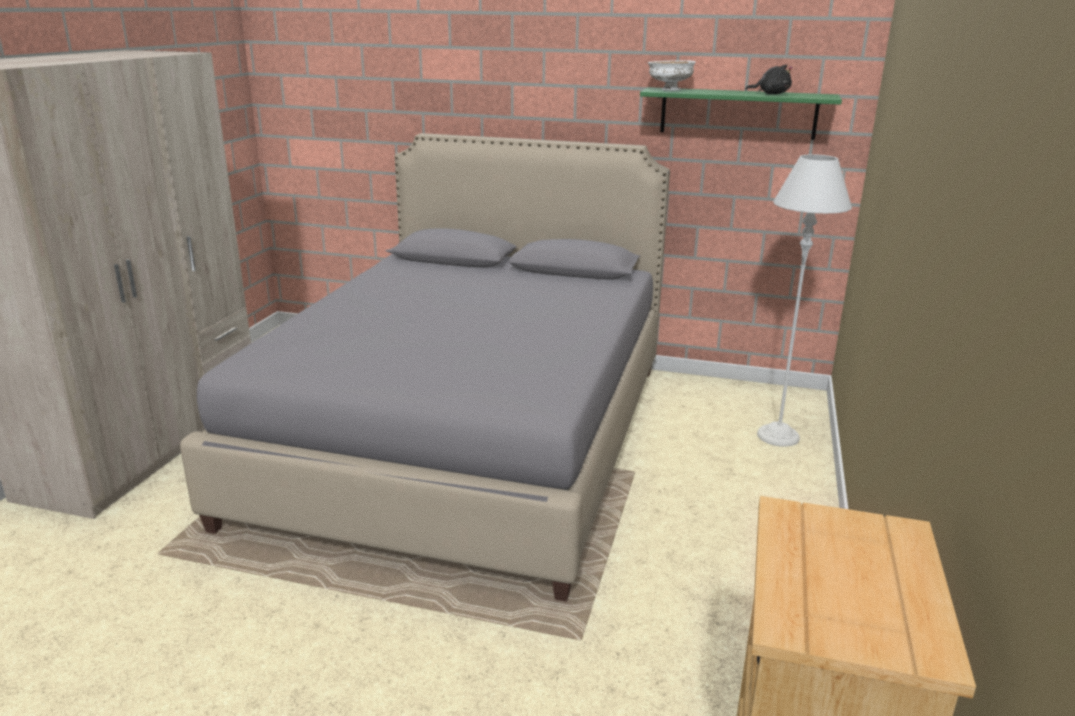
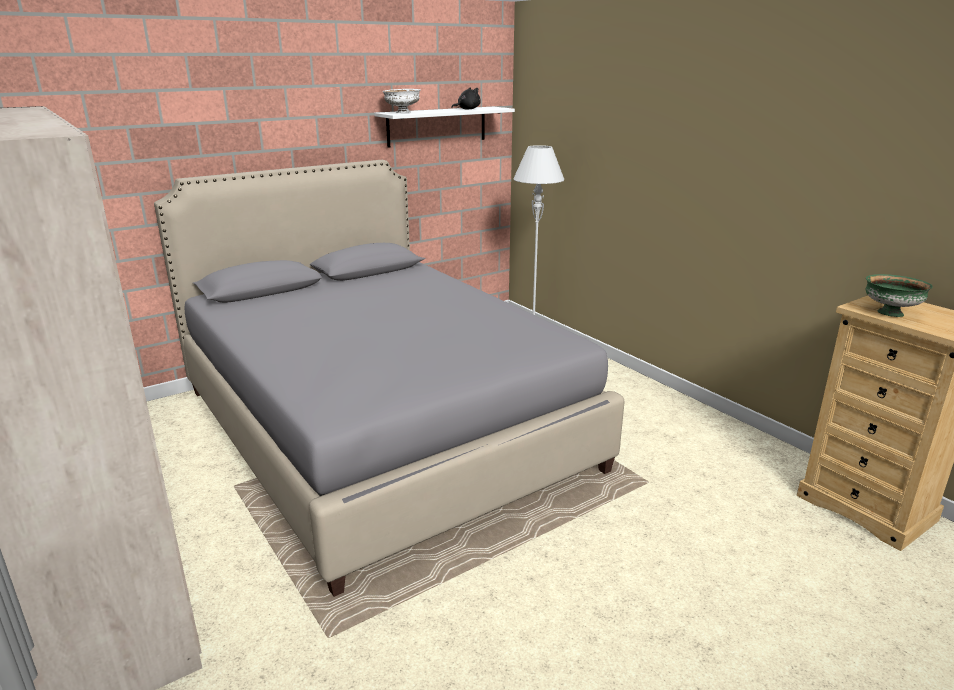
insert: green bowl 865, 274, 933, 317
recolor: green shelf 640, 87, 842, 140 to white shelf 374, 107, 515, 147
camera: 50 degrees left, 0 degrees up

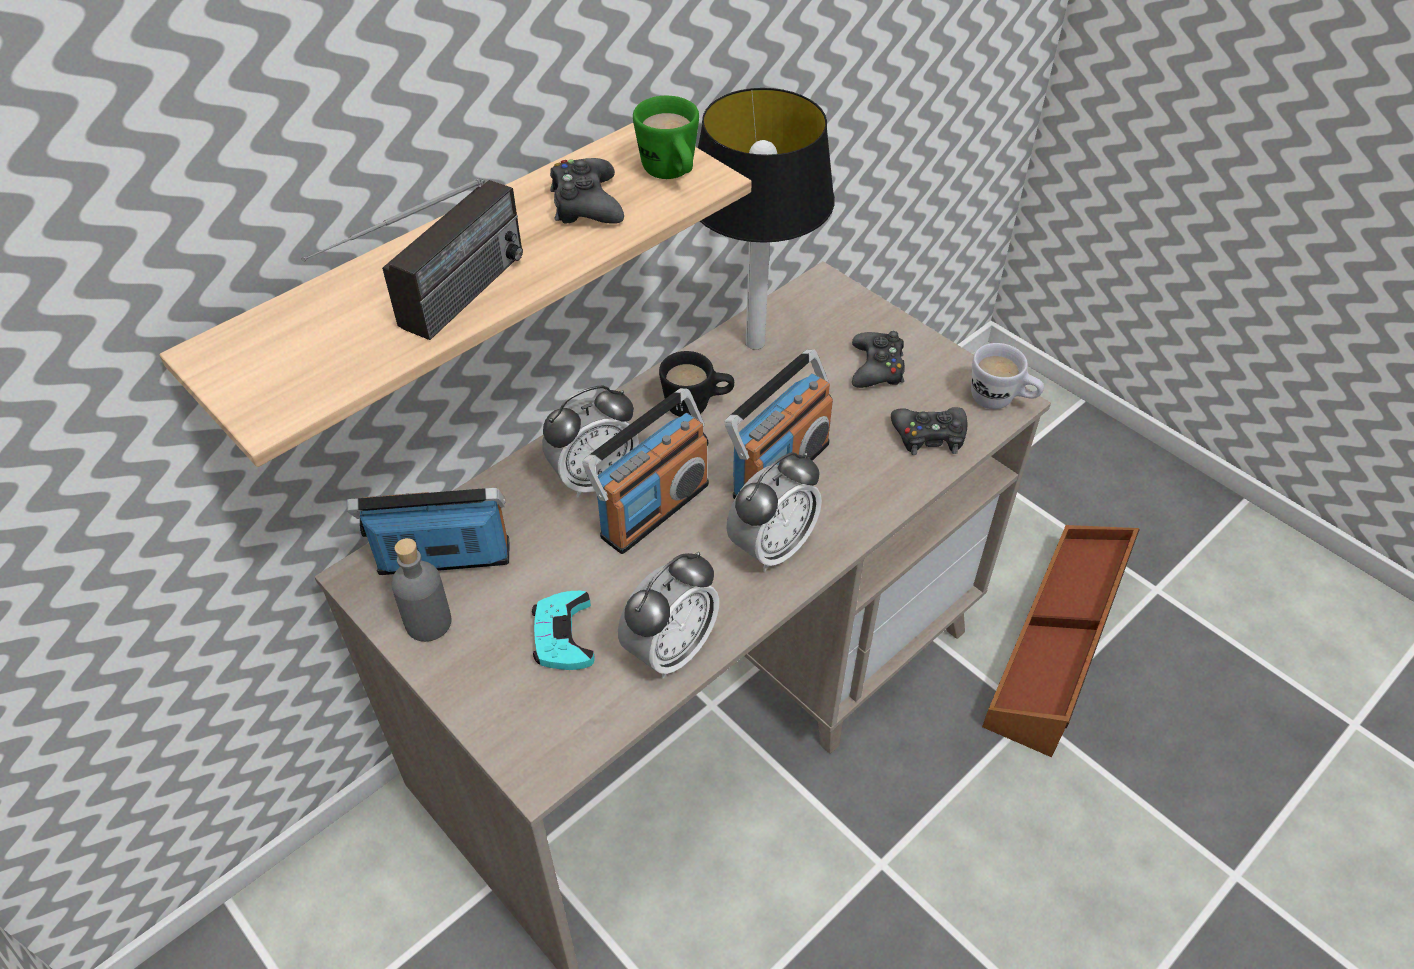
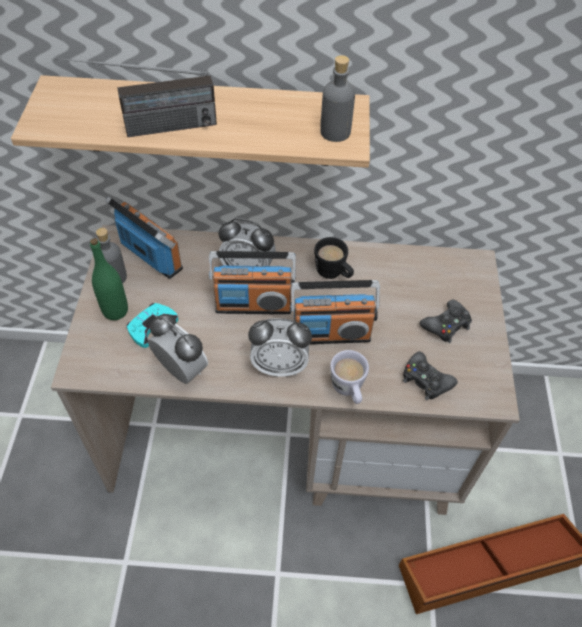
delete: table lamp 698, 88, 835, 350; black game controller 550, 158, 624, 224
insert: green bottle 90, 238, 128, 320
move: white mug 971, 343, 1044, 409 to 330, 350, 369, 404
replace: green mug 633, 96, 699, 179 to grey bottle 320, 55, 355, 142
rotate: alarm clock 618, 552, 719, 679 = 148, 314, 208, 384 135 degrees counterclockwise
camera: 45 degrees right, 5 degrees up

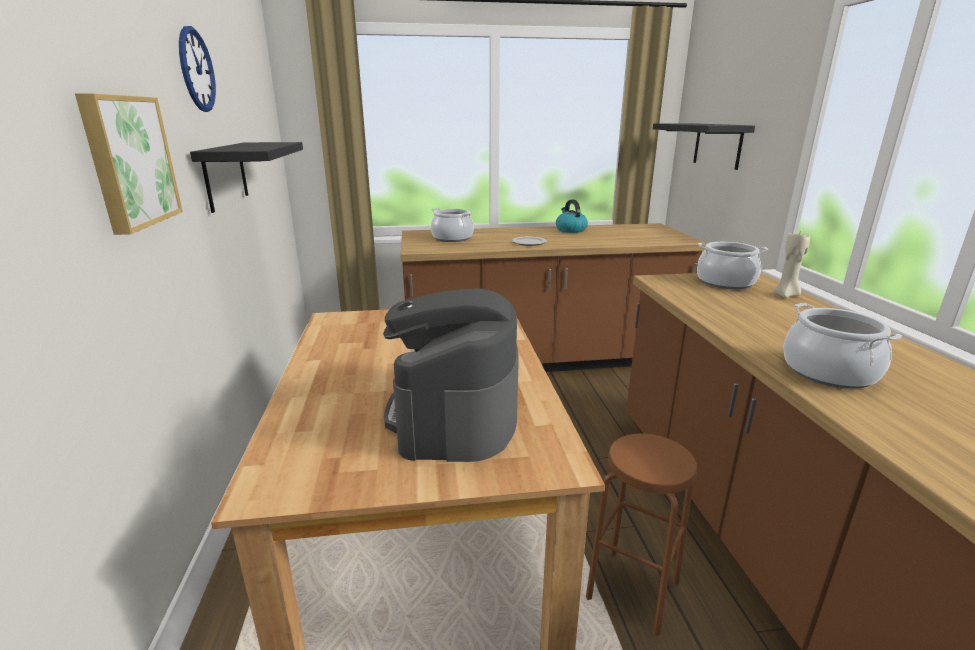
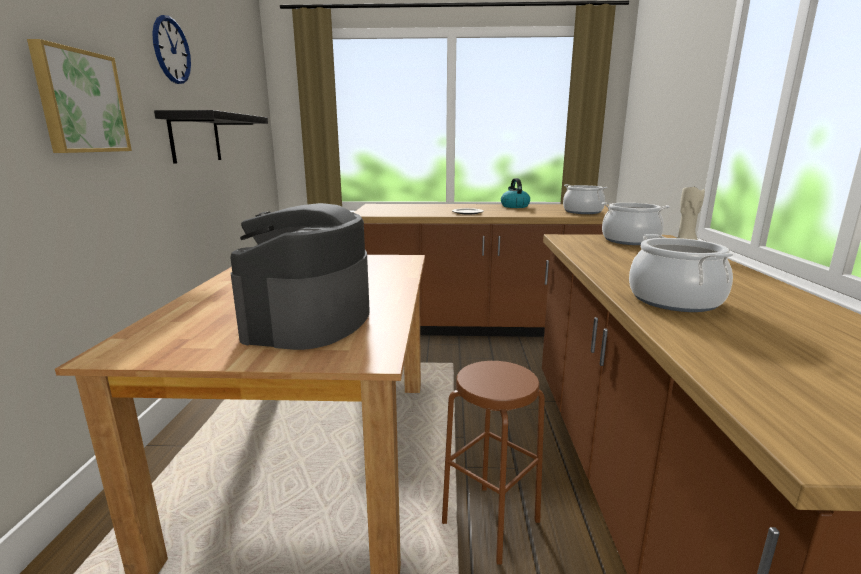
delete: black shelf 653, 123, 755, 170
move: cooking pot 431, 208, 474, 242 to 563, 184, 608, 214
camera: 10 degrees right, 5 degrees down

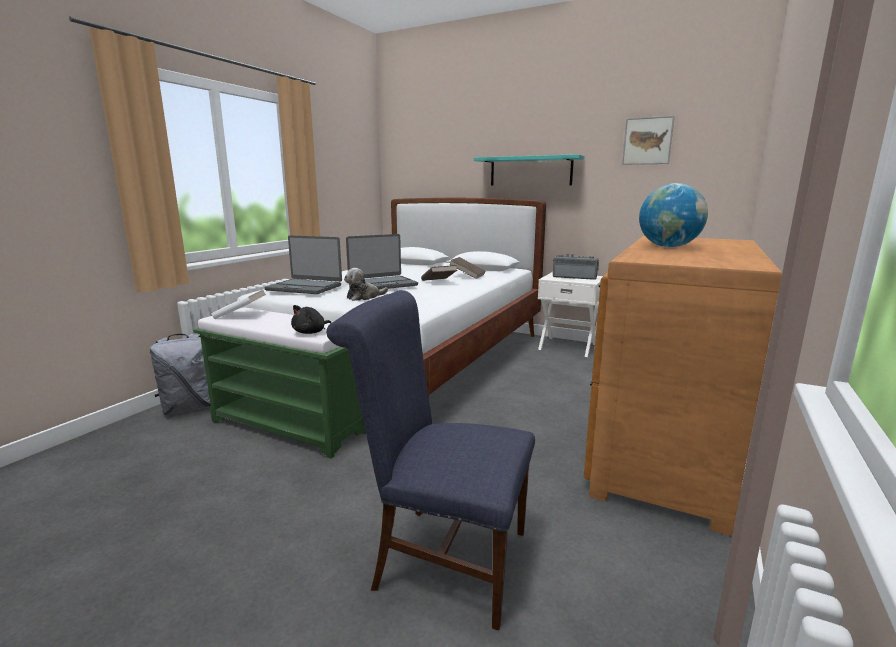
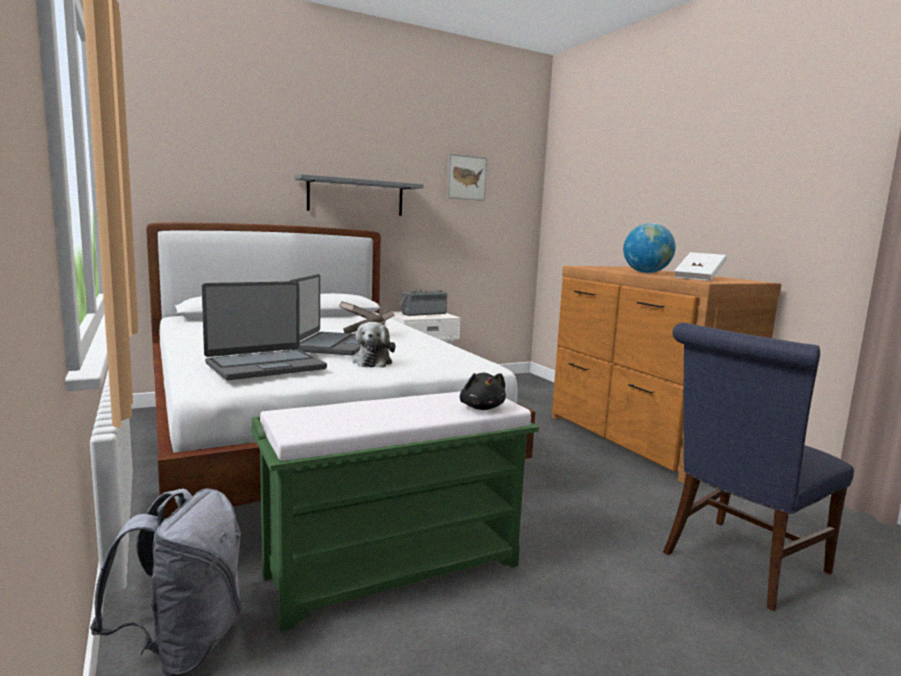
move: white book 211, 289, 266, 319 to 674, 252, 727, 281
recolor: turquoise shelf 474, 154, 585, 186 to grey shelf 294, 174, 424, 216
camera: 55 degrees left, 5 degrees down

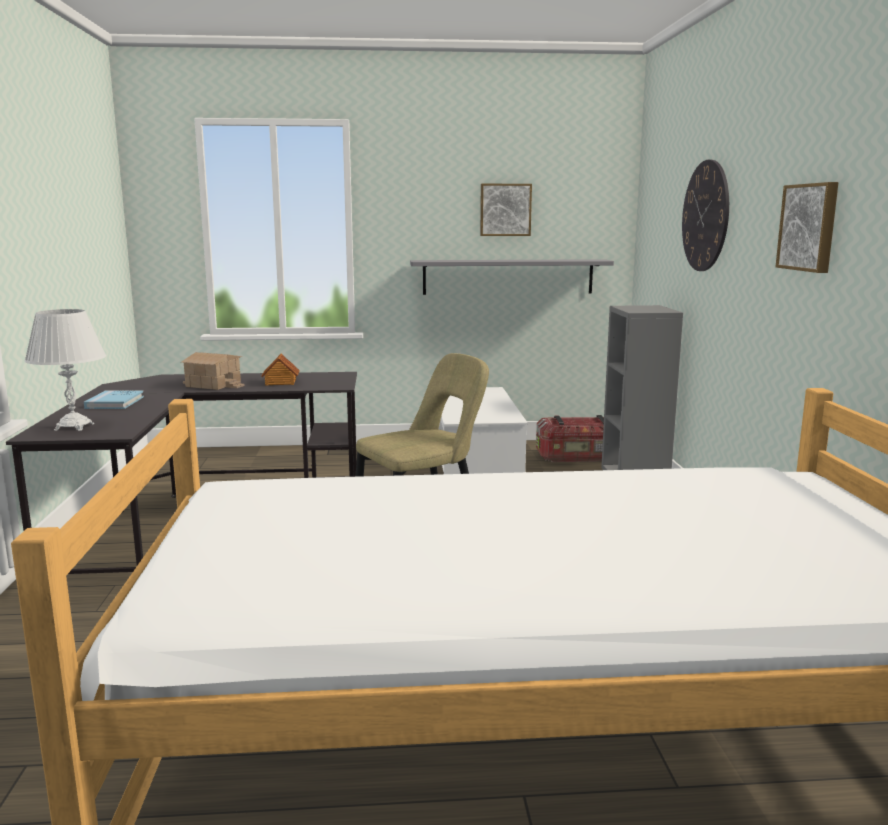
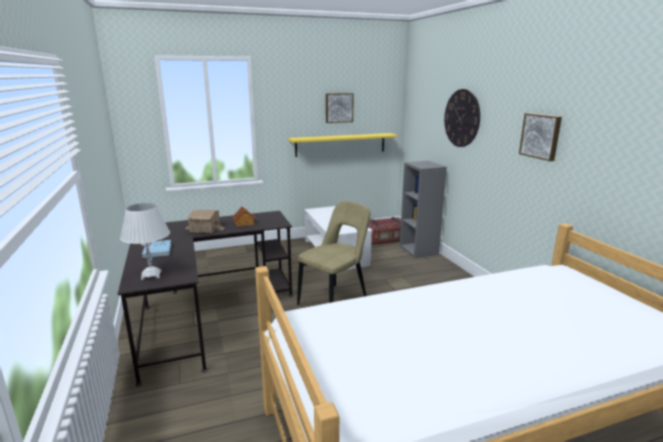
recolor: grey shelf 410, 259, 614, 295 to yellow shelf 288, 133, 398, 157
camera: 15 degrees left, 5 degrees up

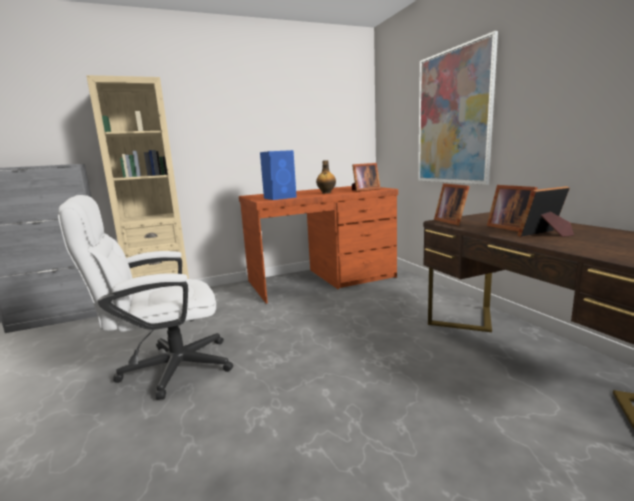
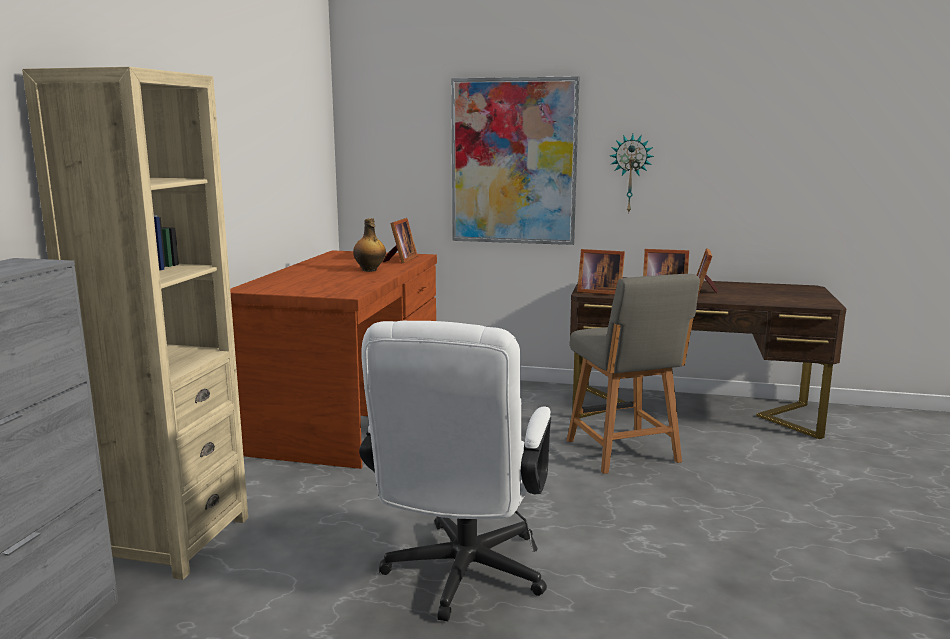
delete: blue speaker 260, 150, 297, 200
insert: wall clock 610, 134, 654, 214; grey chair 567, 274, 700, 474
camera: 55 degrees left, 0 degrees up

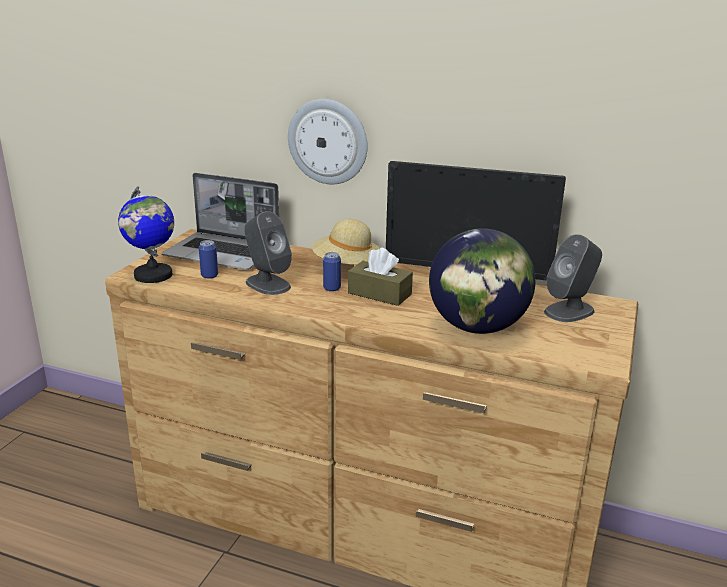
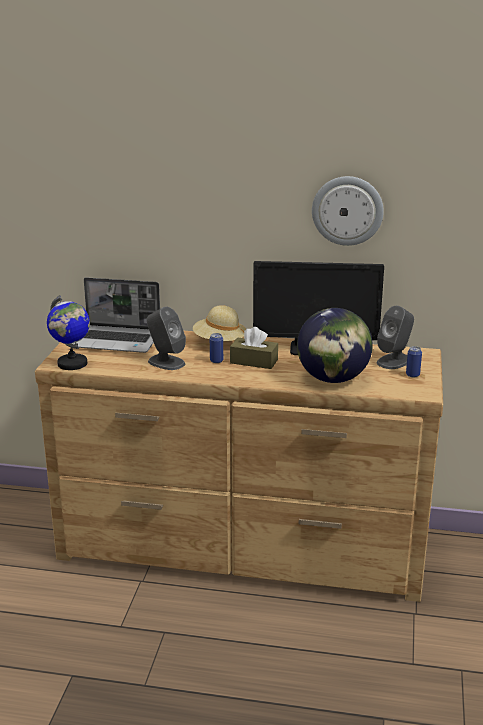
move: wall clock 288, 99, 368, 184 to 312, 176, 384, 246; can 199, 240, 218, 279 to 406, 346, 422, 378
camera: 10 degrees left, 0 degrees up

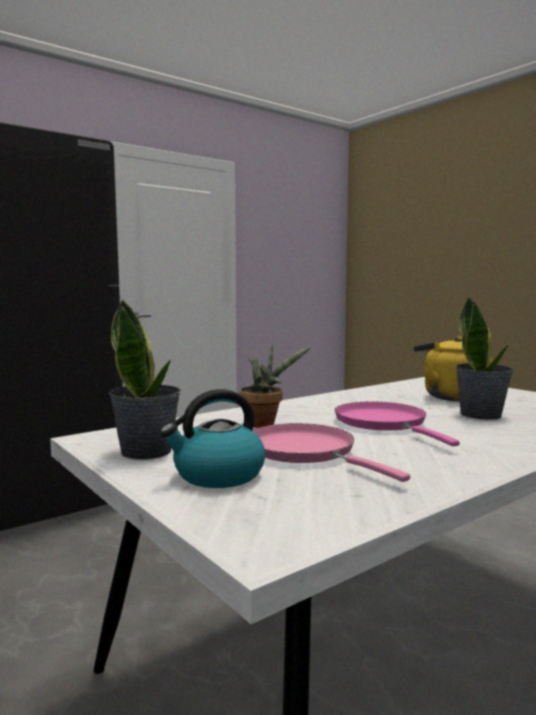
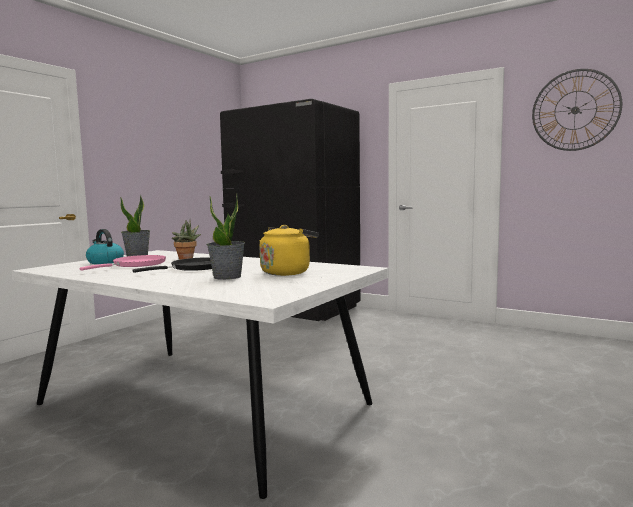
insert: wall clock 532, 69, 622, 151
recolor: pink frying pan 335, 401, 460, 446 to black frying pan 132, 257, 212, 273
camera: 70 degrees right, 0 degrees up

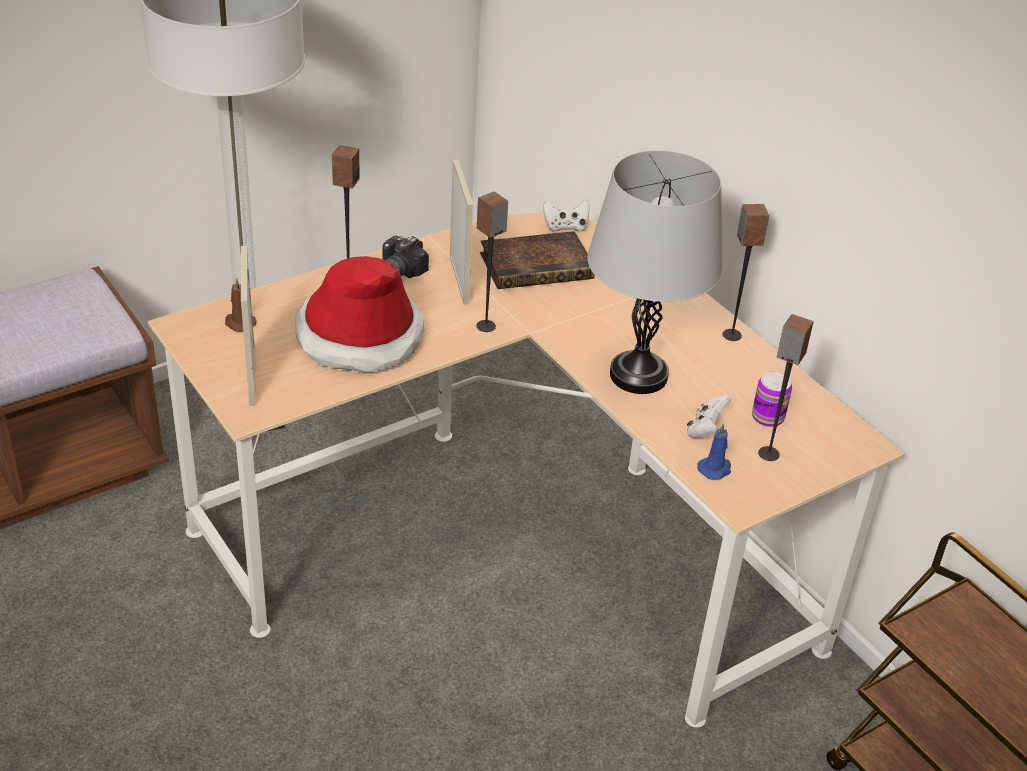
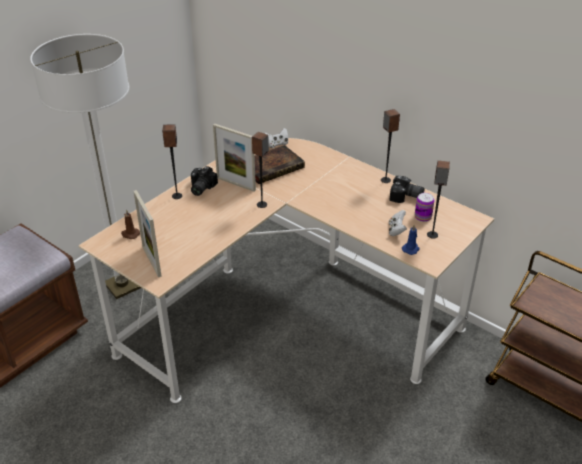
delete: grey table lamp 587, 150, 723, 394; hat 295, 256, 425, 372
insert: photo camera 390, 176, 425, 203
rotate: picture frame 450, 159, 473, 305 = 213, 124, 256, 192 150 degrees clockwise
camera: 15 degrees left, 0 degrees up

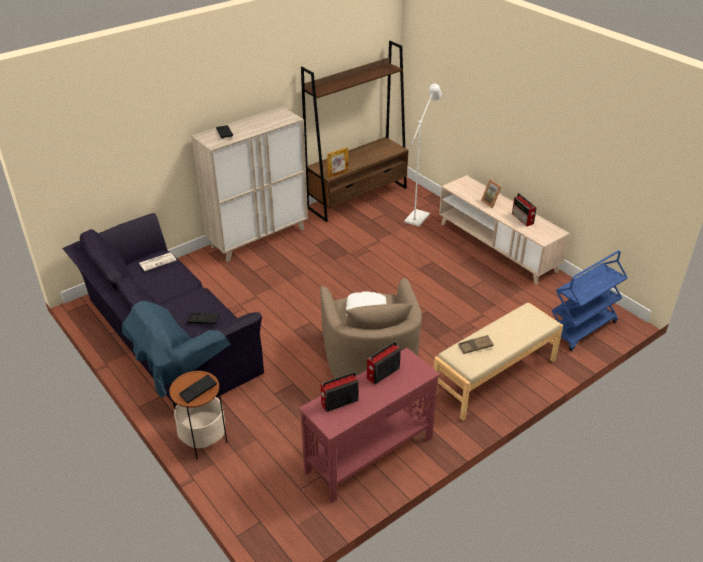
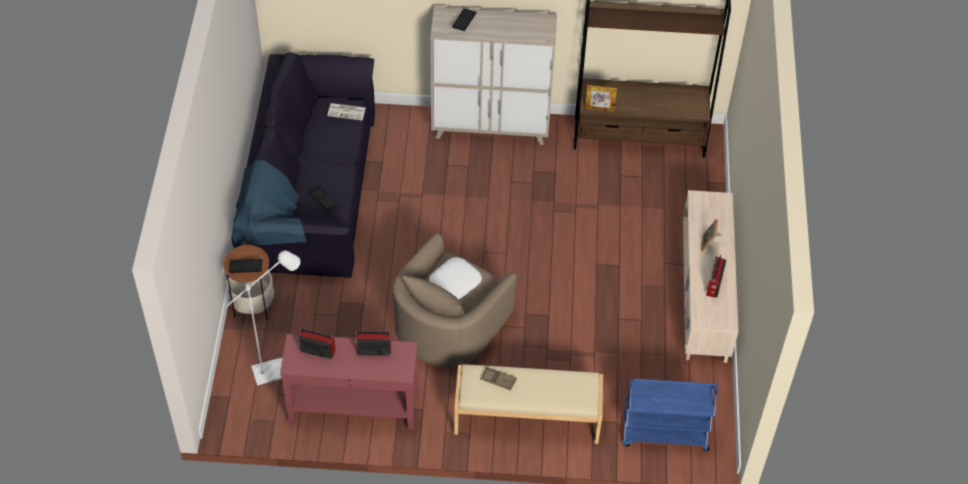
move: white floor lamp 404, 84, 442, 227 to 224, 251, 300, 386
camera: 40 degrees right, 15 degrees up

